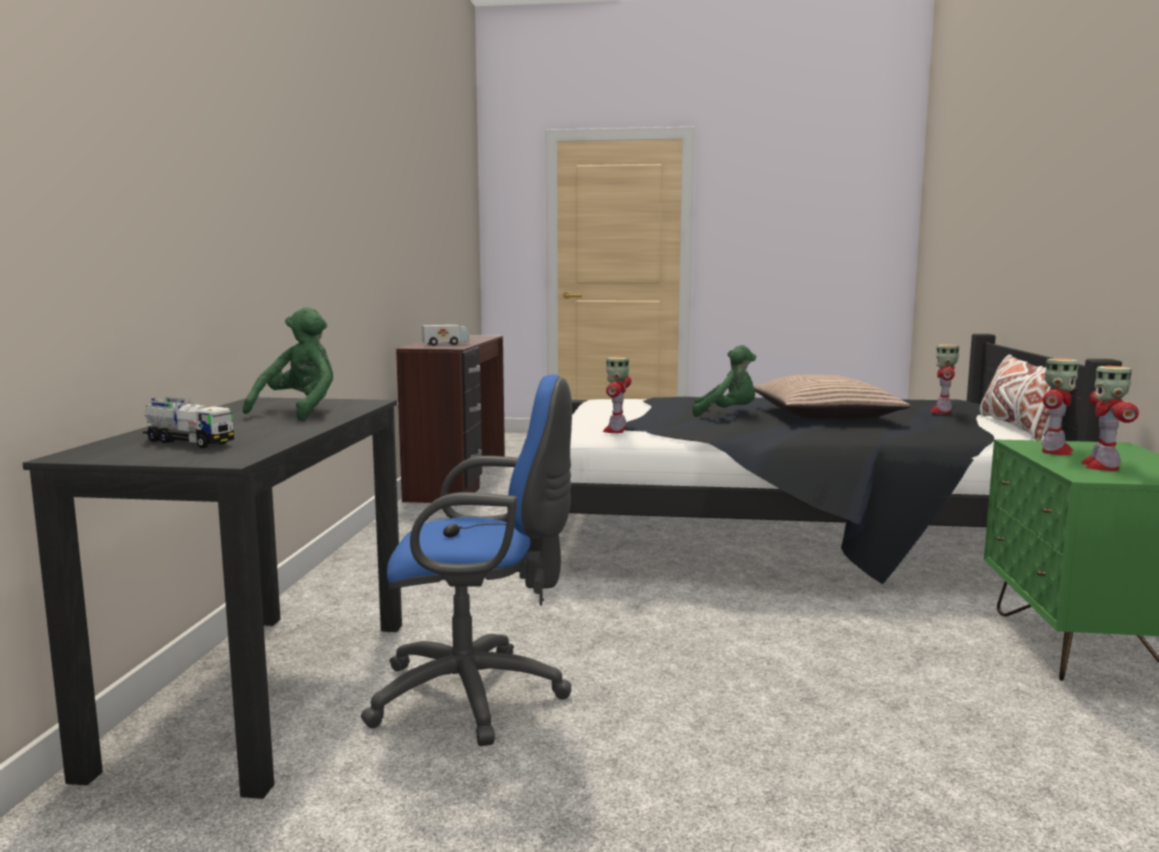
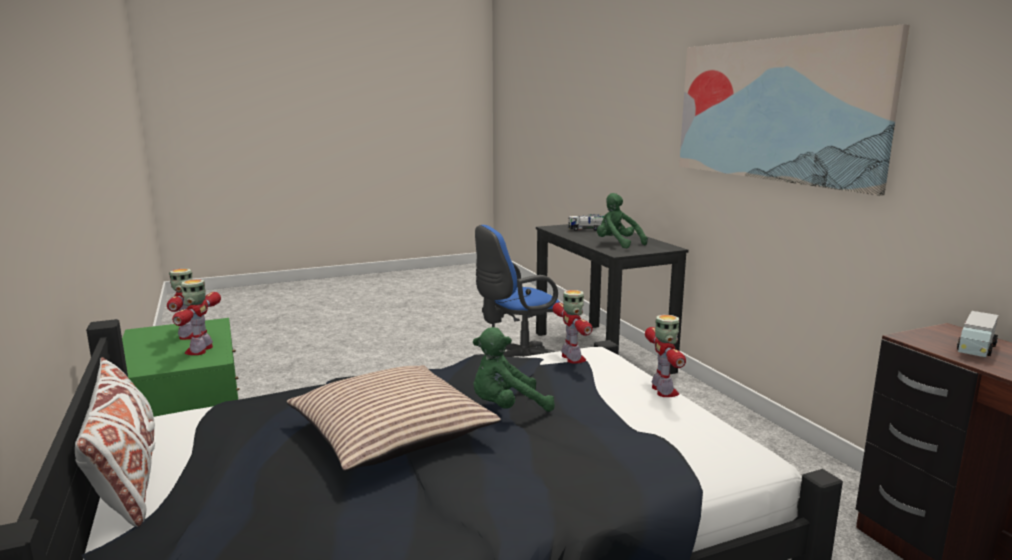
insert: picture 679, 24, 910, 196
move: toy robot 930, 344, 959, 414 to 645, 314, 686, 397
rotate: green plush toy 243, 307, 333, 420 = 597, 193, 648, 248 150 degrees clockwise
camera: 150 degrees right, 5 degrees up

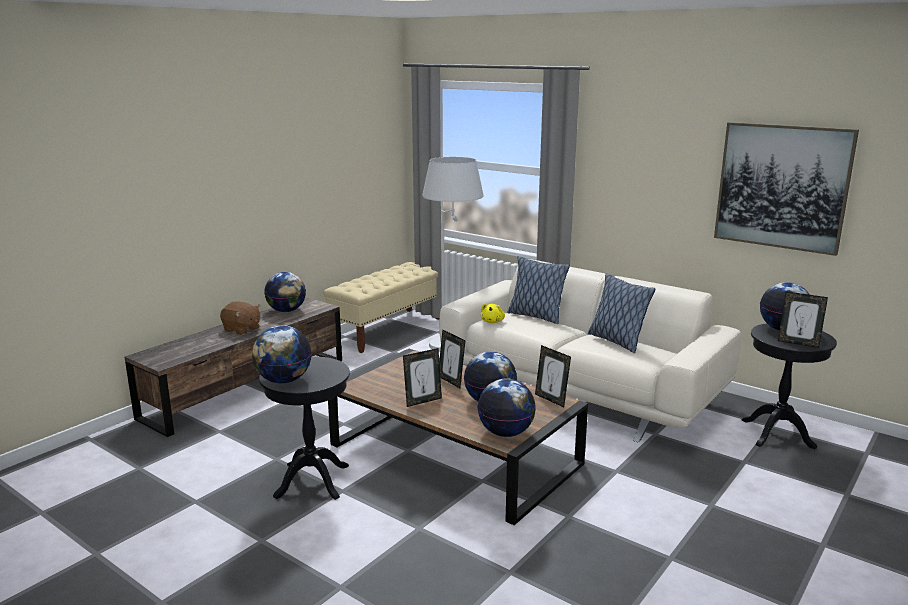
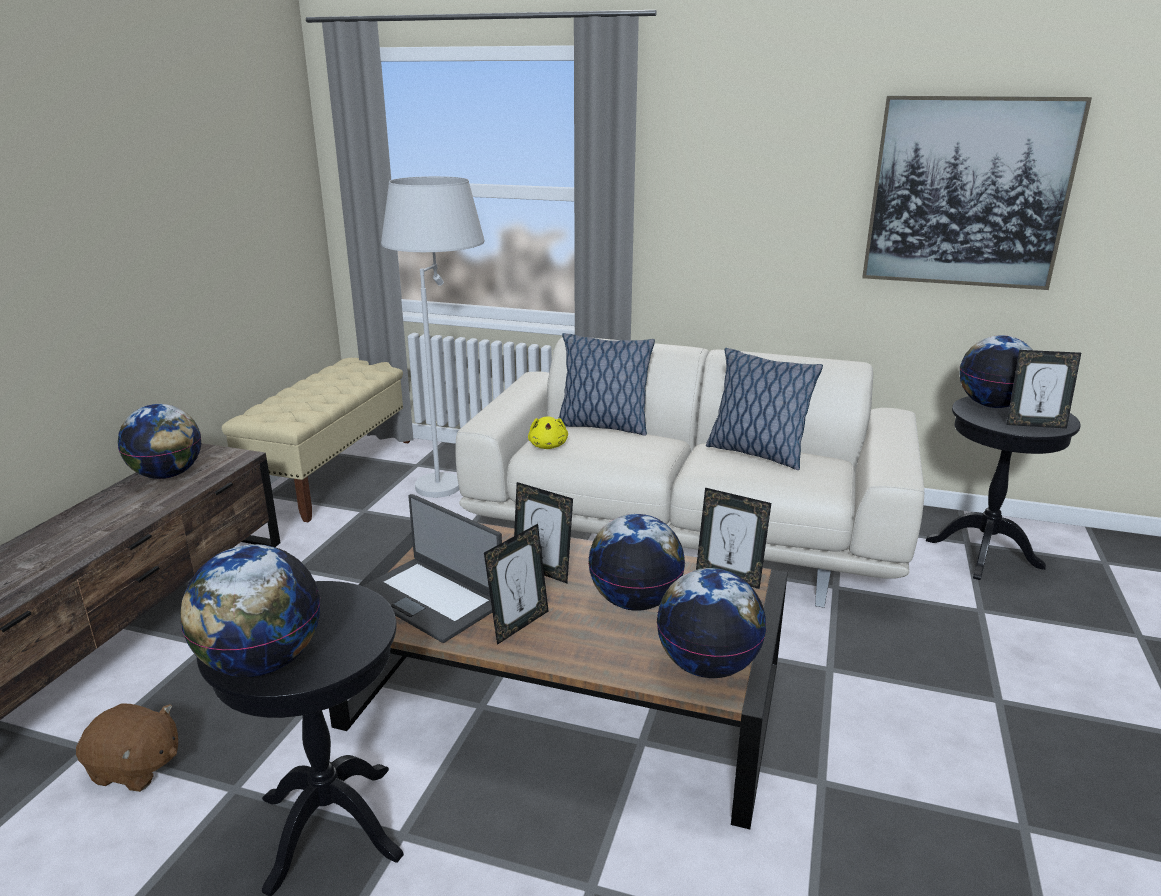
insert: laptop 363, 494, 502, 643
move: brown plush toy 220, 301, 260, 335 to 76, 703, 178, 792
camera: 20 degrees left, 5 degrees up

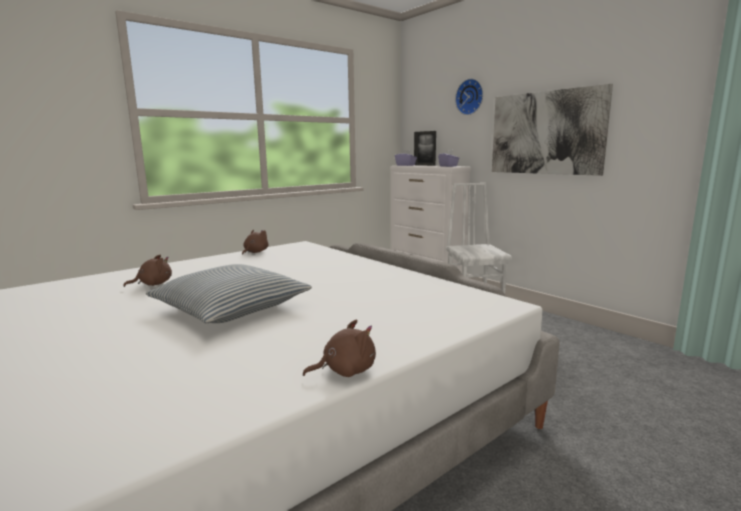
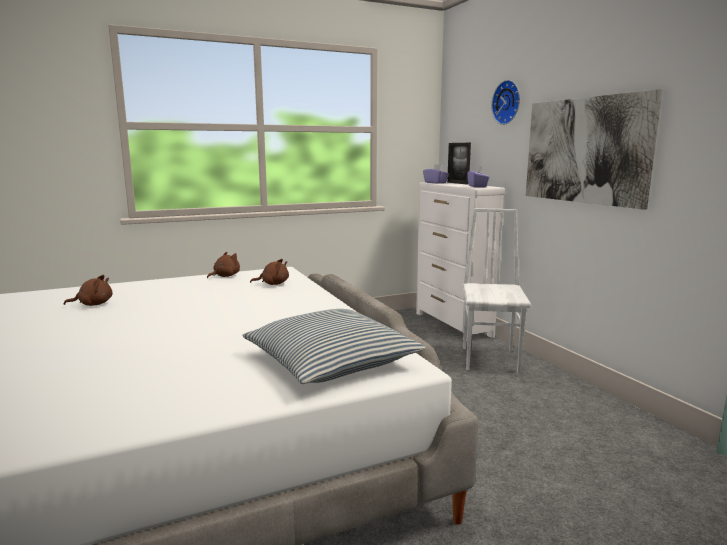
move: pillow 146, 264, 312, 323 to 243, 309, 426, 384; brown plush toy 303, 319, 376, 377 to 250, 259, 289, 285
camera: 15 degrees right, 0 degrees up

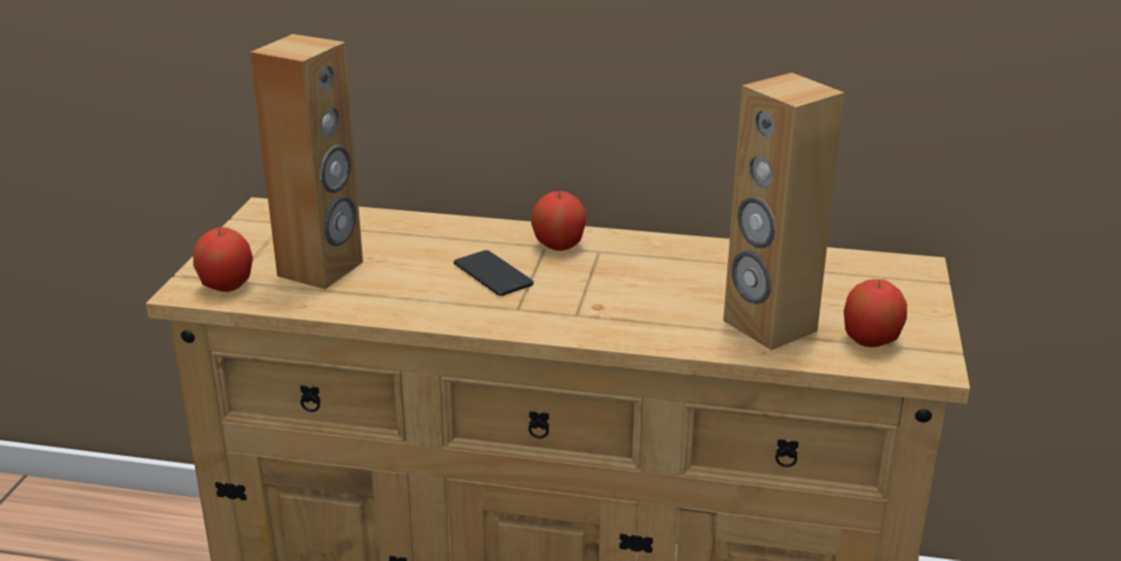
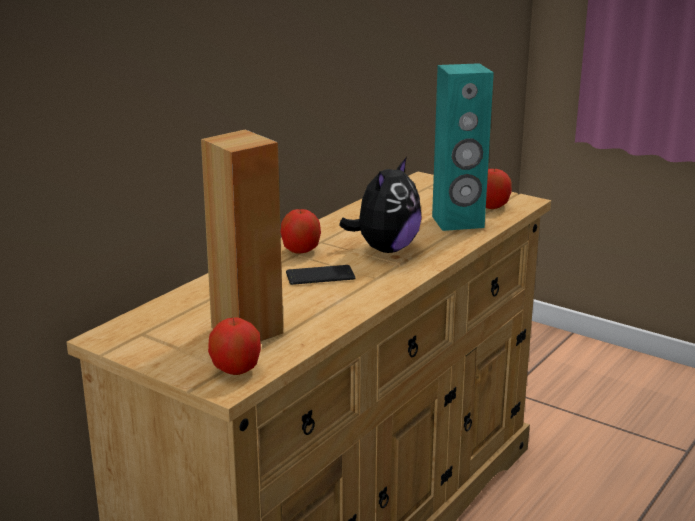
insert: plush toy 339, 157, 422, 253
recolor: brown speaker 723, 73, 845, 350 to turquoise speaker 432, 63, 494, 231
camera: 65 degrees left, 5 degrees down

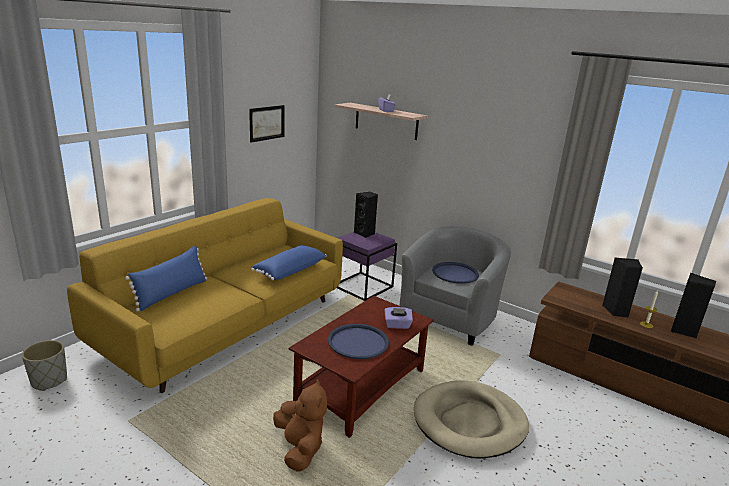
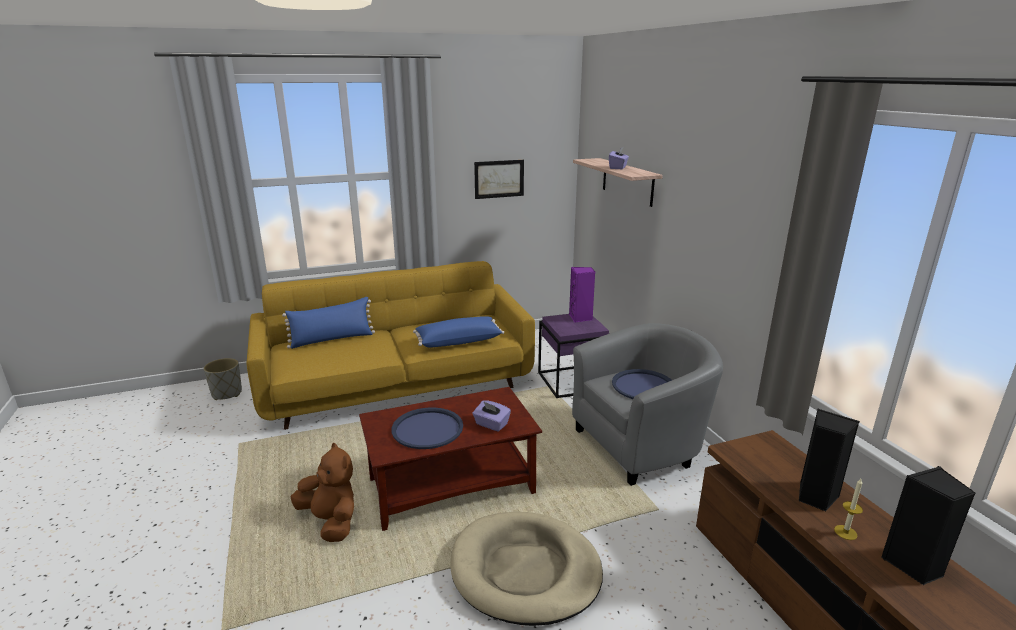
recolor: black speaker 354, 192, 378, 238 to purple speaker 569, 267, 595, 323
rotate: brown plush toy 273, 380, 327, 472 = 291, 443, 354, 542 60 degrees counterclockwise
camera: 35 degrees right, 0 degrees up

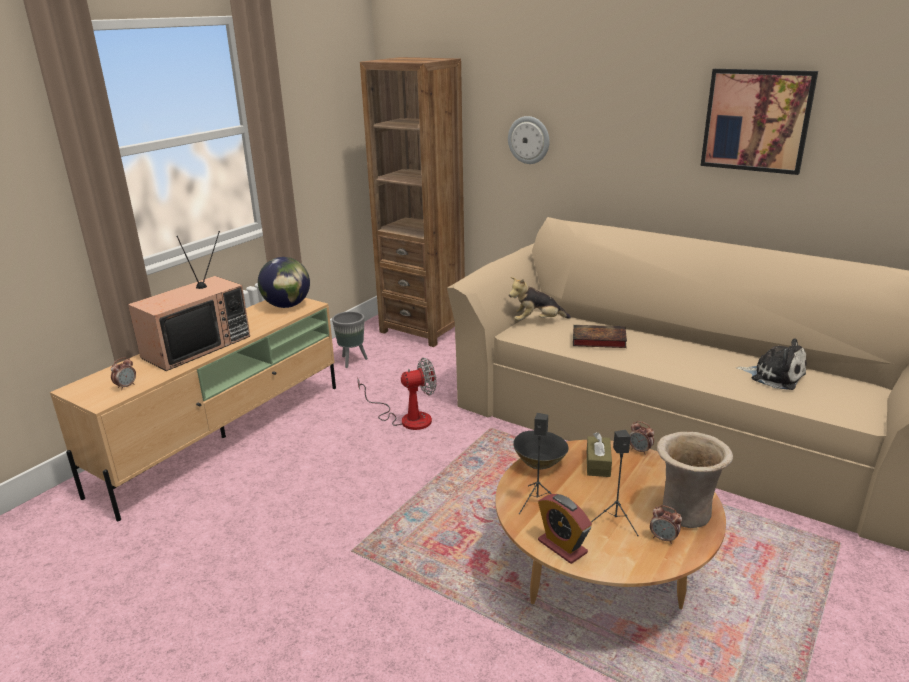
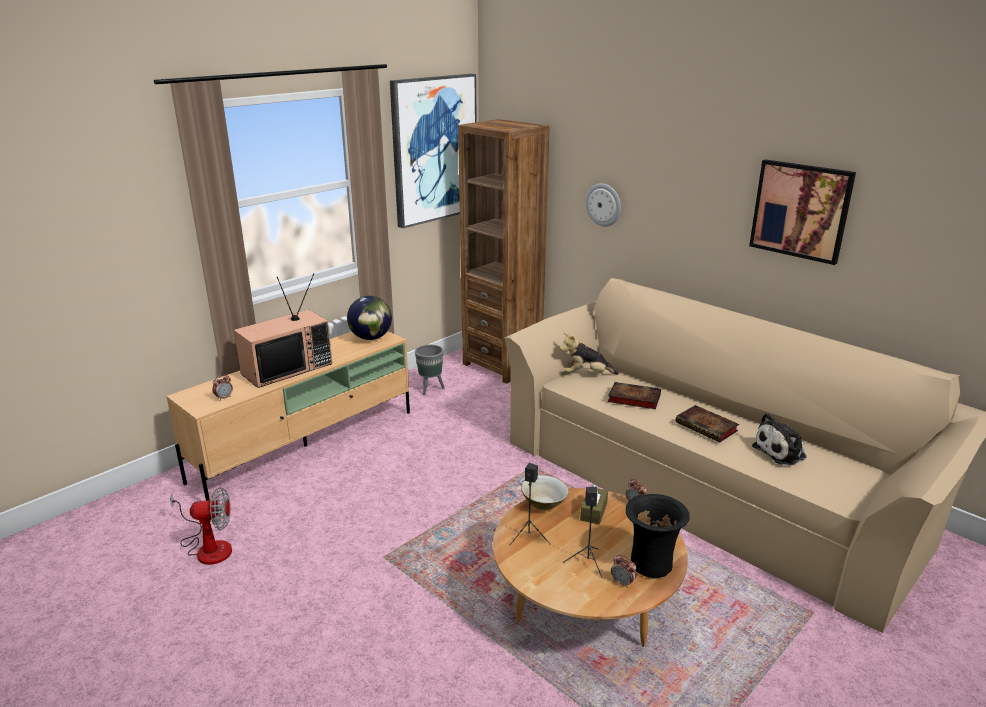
delete: alarm clock 538, 494, 592, 564
insert: picture 390, 74, 477, 228; book 675, 405, 739, 442
move: fan 357, 357, 437, 430 to 170, 487, 232, 565
recolor: black bowl 513, 430, 568, 470 to beige bowl 521, 475, 569, 510; beige vase 657, 432, 733, 528 to black vase 626, 494, 690, 578
rotate: plush toy 737, 338, 807, 390 = 752, 413, 807, 465 105 degrees clockwise
camera: 10 degrees right, 0 degrees up

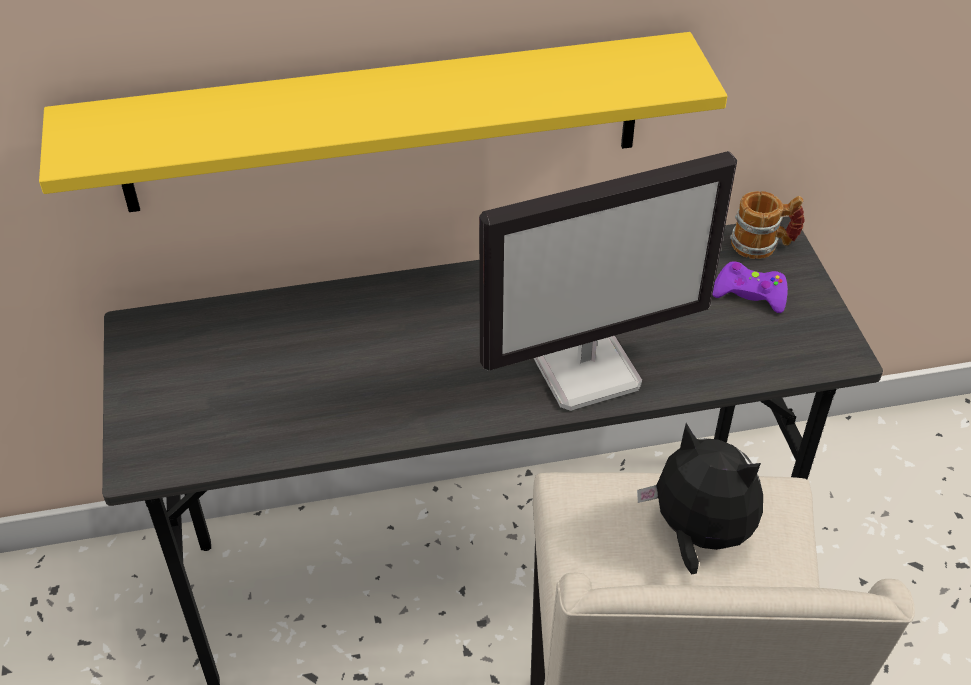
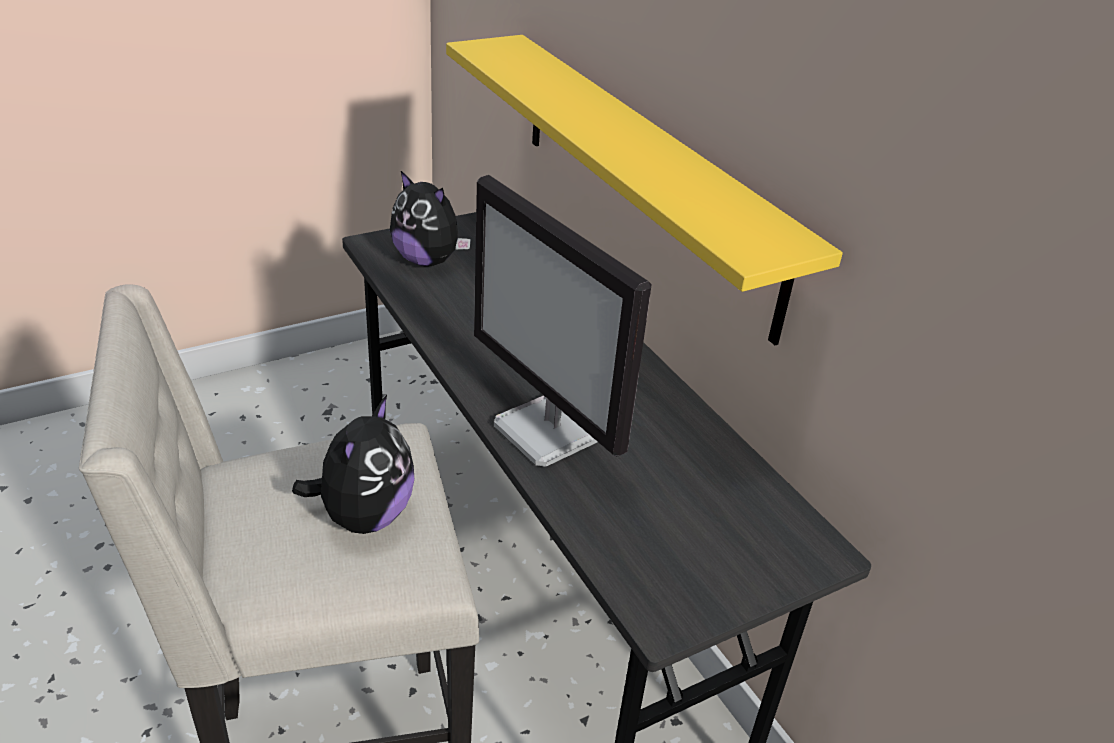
delete: mug 730, 191, 805, 259; purple game controller 712, 261, 788, 313
insert: plush toy 390, 171, 471, 267
camera: 70 degrees right, 10 degrees down

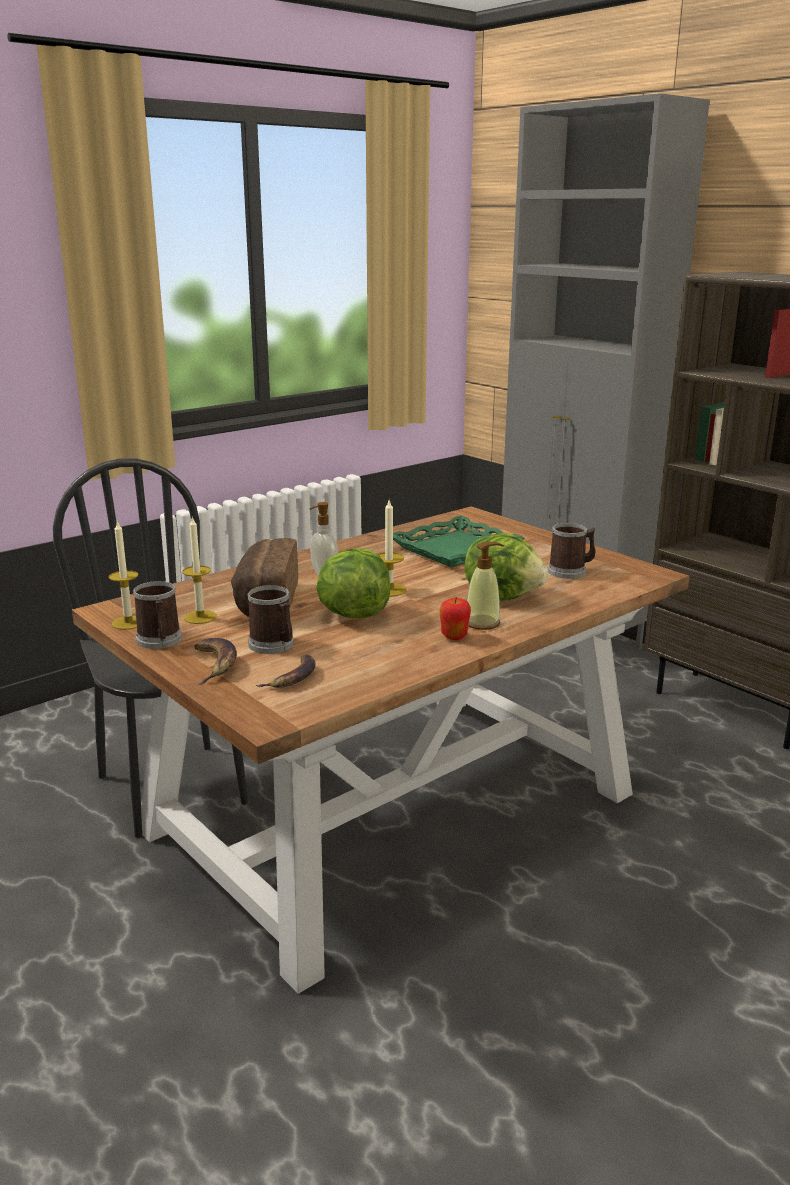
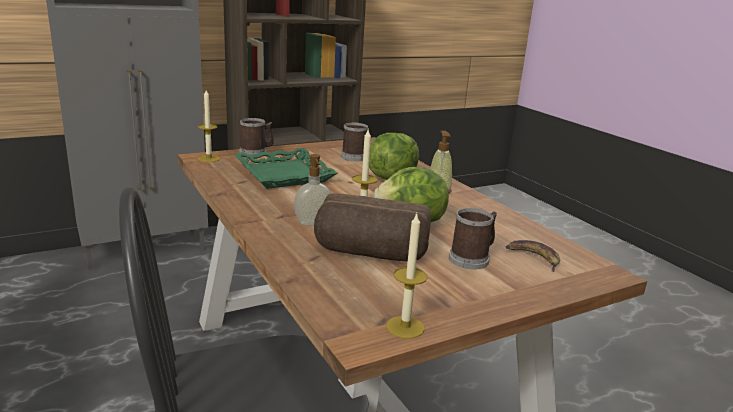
delete: apple 440, 597, 471, 640; banana 194, 638, 237, 685
move: candle 183, 516, 217, 624 to 198, 90, 220, 162; mug 133, 581, 182, 649 to 239, 118, 274, 155
camera: 80 degrees left, 0 degrees up

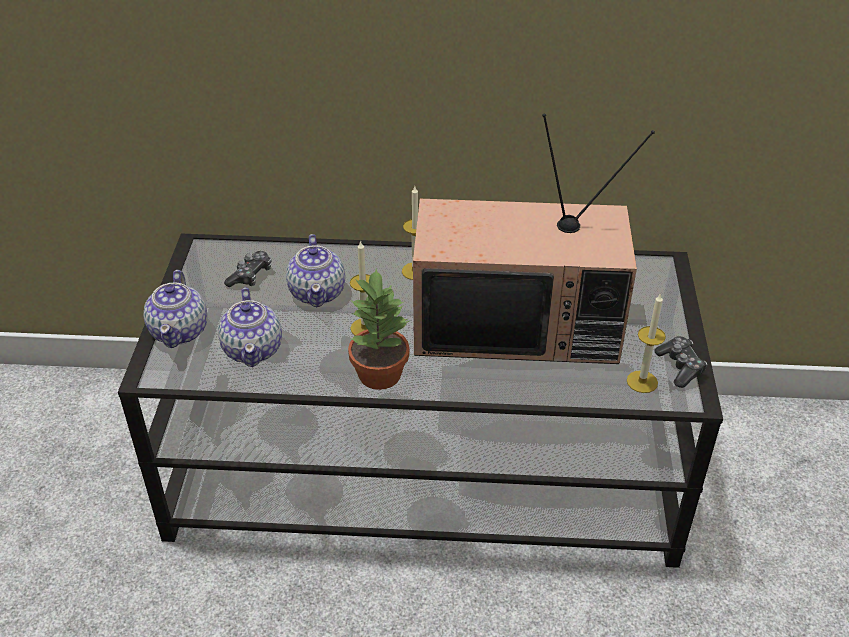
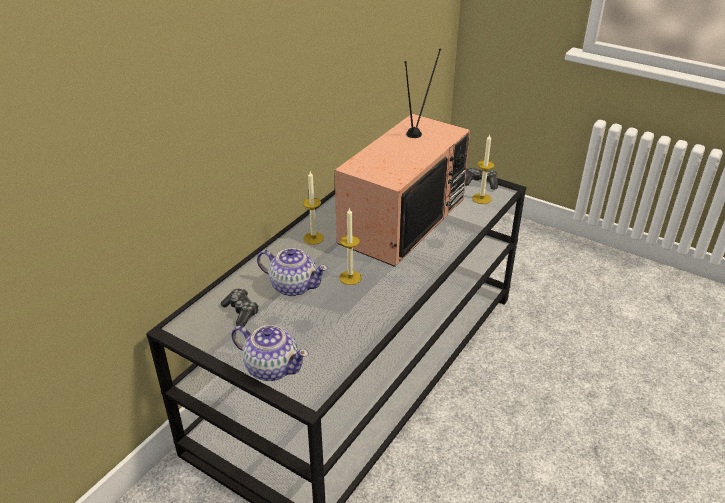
delete: potted plant 348, 269, 410, 390; teapot 218, 287, 282, 367
camera: 60 degrees left, 5 degrees down

